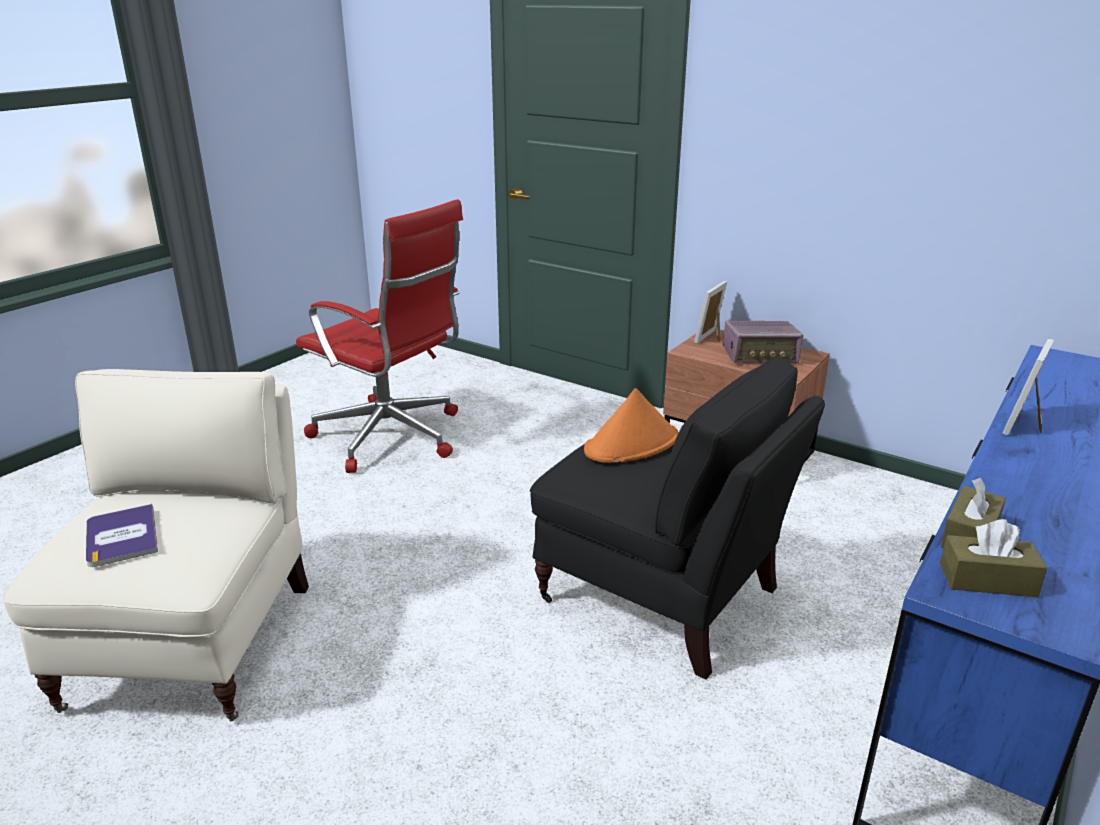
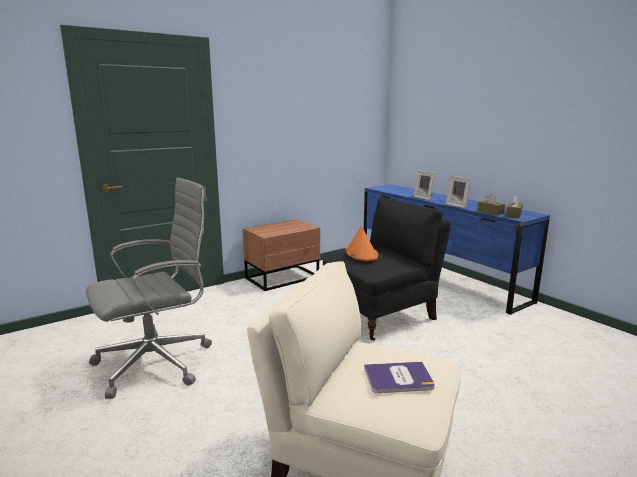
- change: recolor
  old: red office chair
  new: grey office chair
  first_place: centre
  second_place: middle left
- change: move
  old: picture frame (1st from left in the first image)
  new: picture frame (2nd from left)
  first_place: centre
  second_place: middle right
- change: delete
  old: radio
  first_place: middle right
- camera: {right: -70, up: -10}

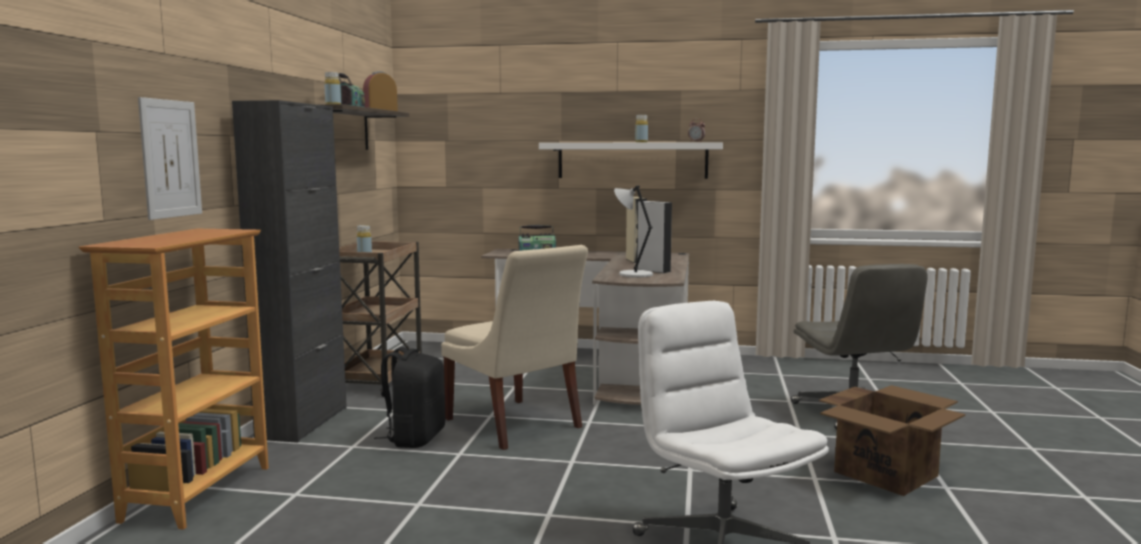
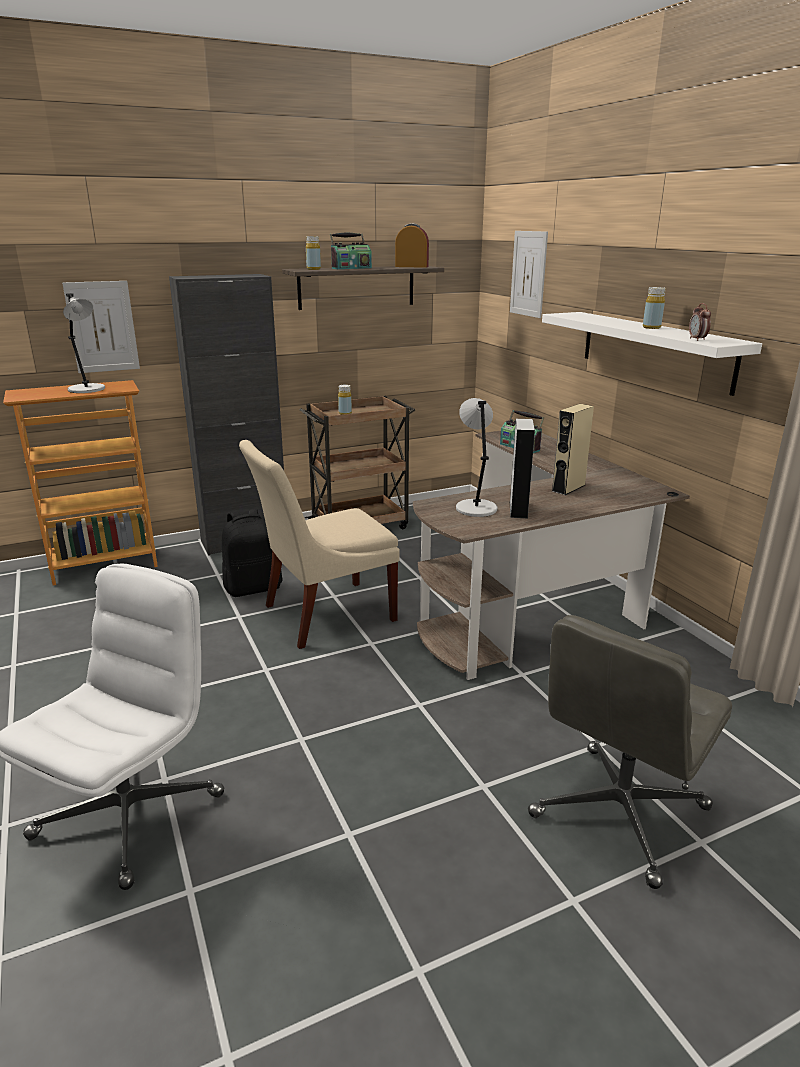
- change: insert
  new: grey table lamp (1st from left)
  second_place: top left
- change: rotate
  old: beige chair
  first_place: centre
  second_place: centre
  degrees: 45
- change: insert
  new: picture (2nd from left)
  second_place: top centre
- change: delete
  old: cardboard box
  first_place: bottom right
- camera: {right: 55, up: 15}

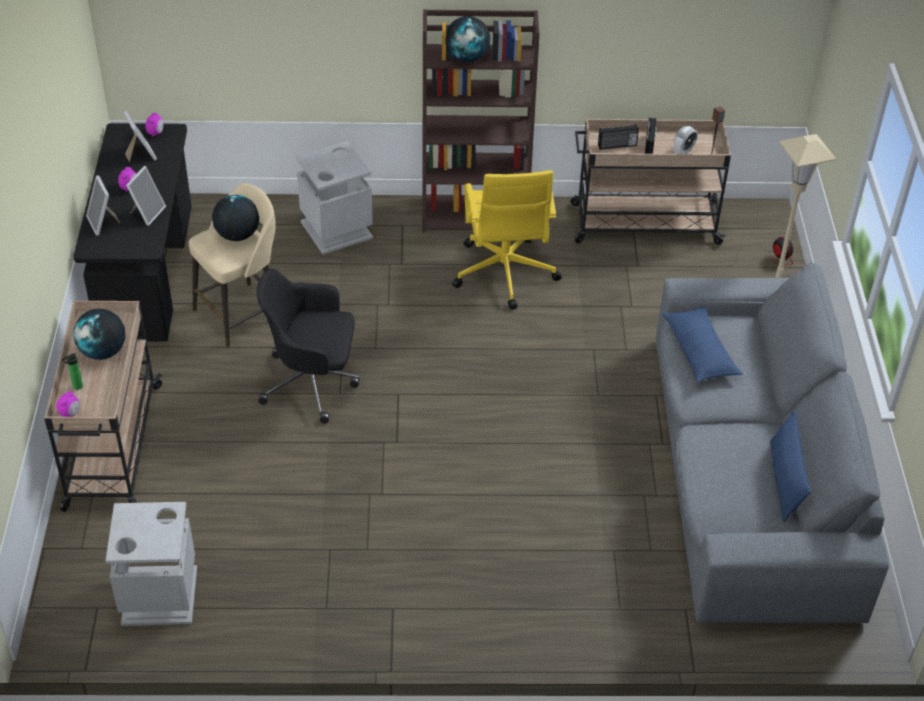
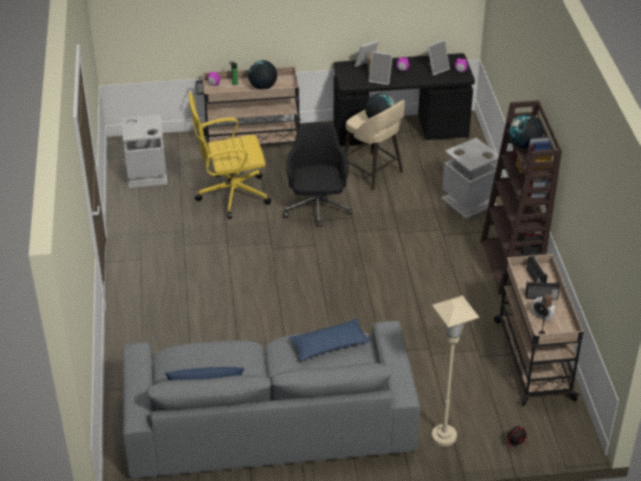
- change: move
  old: yellow office chair
  first_place: centre
  second_place: top centre
- camera: {right: 85, up: -5}

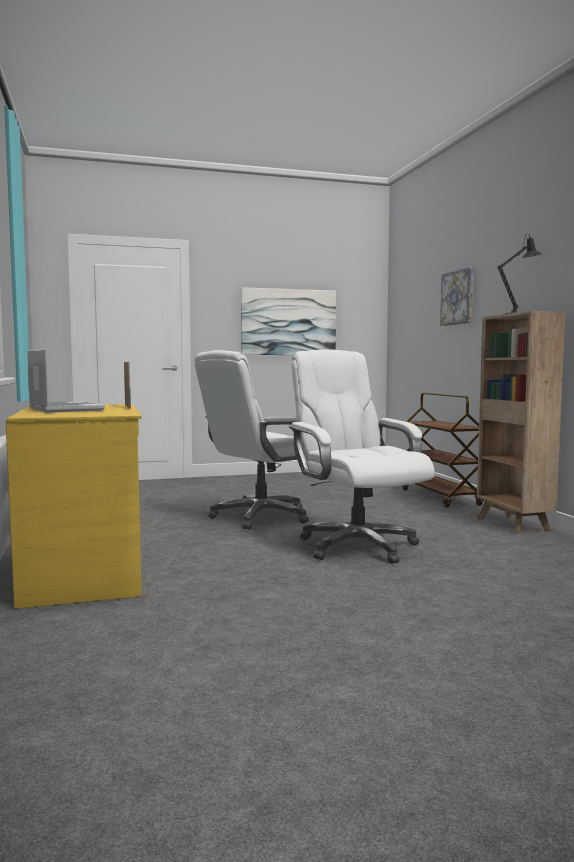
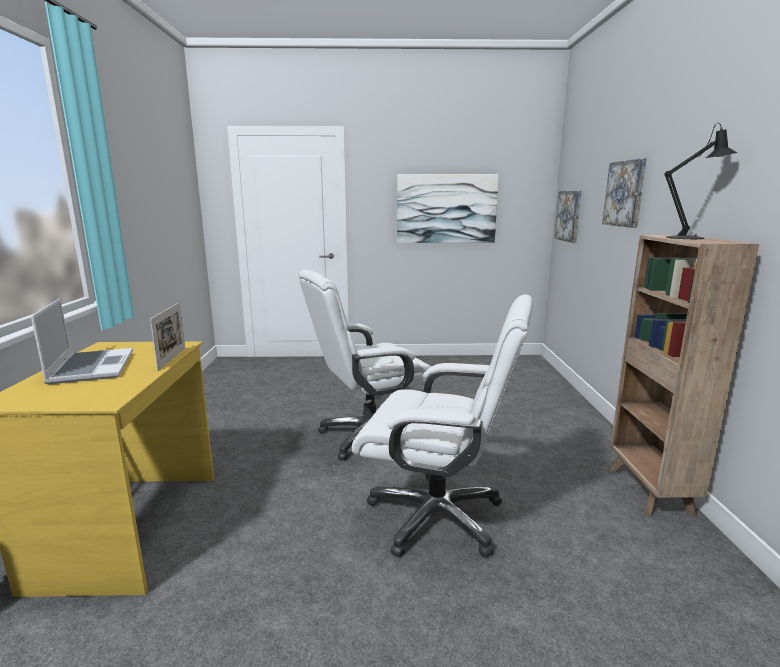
- change: rotate
  old: white office chair (2nd from left)
  first_place: centre
  second_place: centre
  degrees: 120
- change: insert
  new: picture (2nd from left)
  second_place: top right
- change: delete
  old: brown cart
  first_place: middle right
- camera: {right: 15, up: 10}

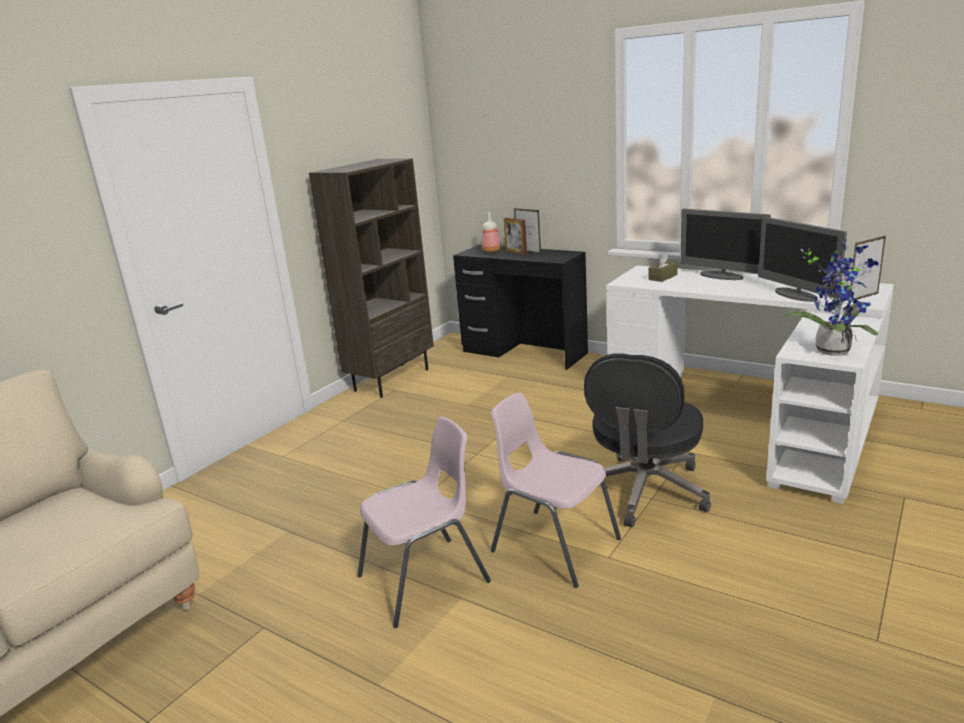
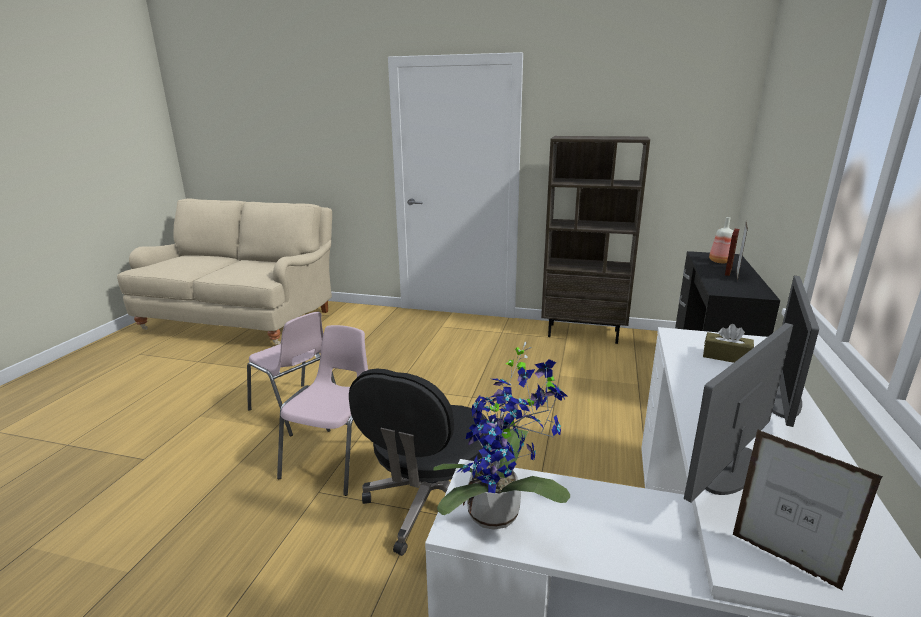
- change: rotate
  old: black office chair
  first_place: middle right
  second_place: bottom centre
  degrees: -75
- camera: {right: 70, up: 0}

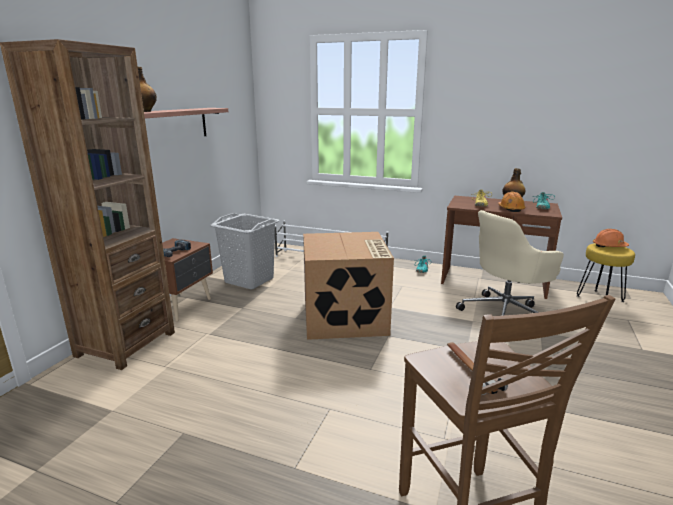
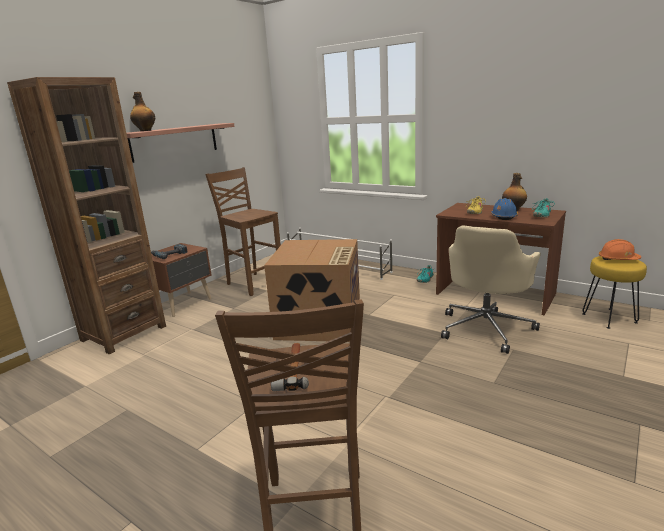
- change: replace
  old: grey laundry basket
  new: brown stool (1st from left)
  first_place: centre
  second_place: centre
- change: rotate
  old: beige office chair
  first_place: middle right
  second_place: middle right
  degrees: -45
- change: recolor
  old: orange hard hat (1st from left)
  new: blue hard hat
  first_place: middle right
  second_place: middle right
- camera: {right: 15, up: 0}

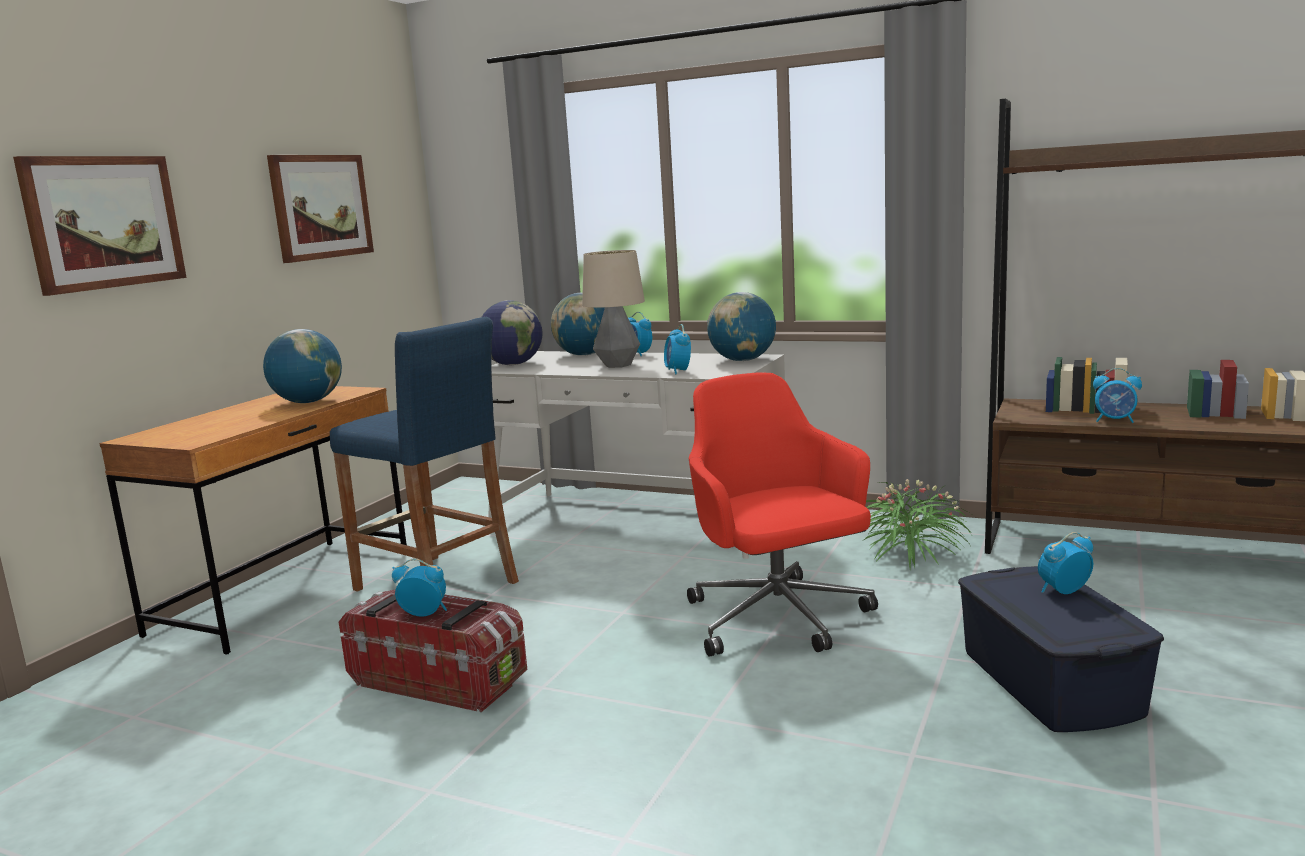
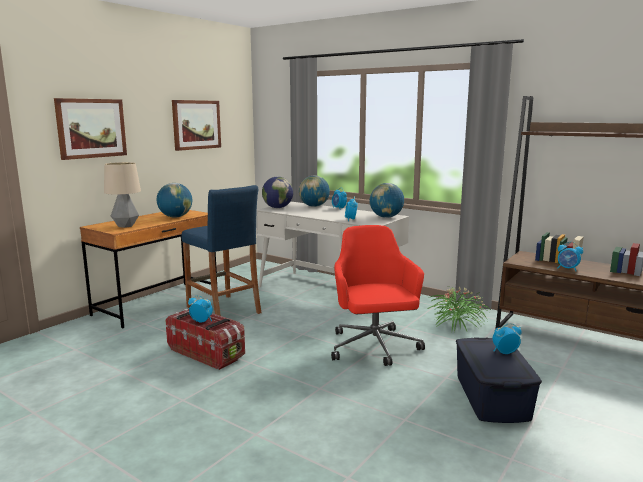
- change: move
  old: table lamp
  first_place: centre
  second_place: middle left
- camera: {right: 10, up: 0}

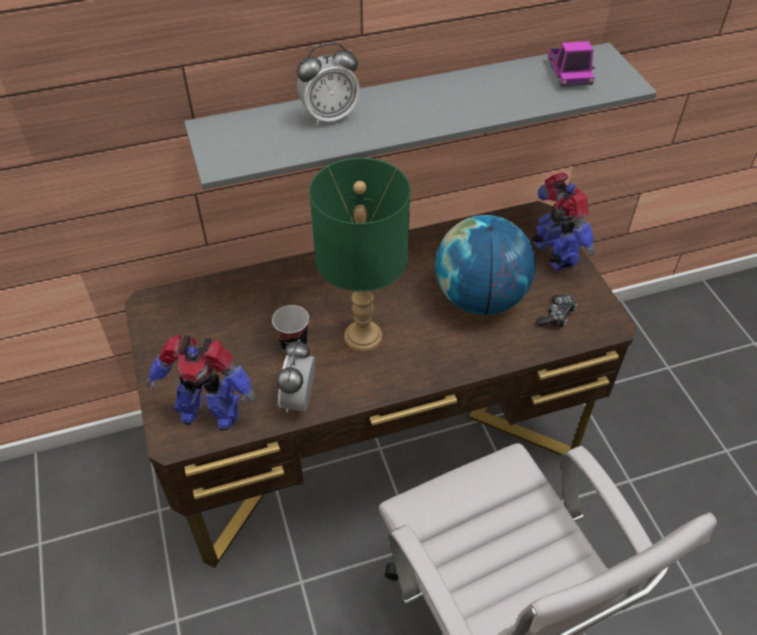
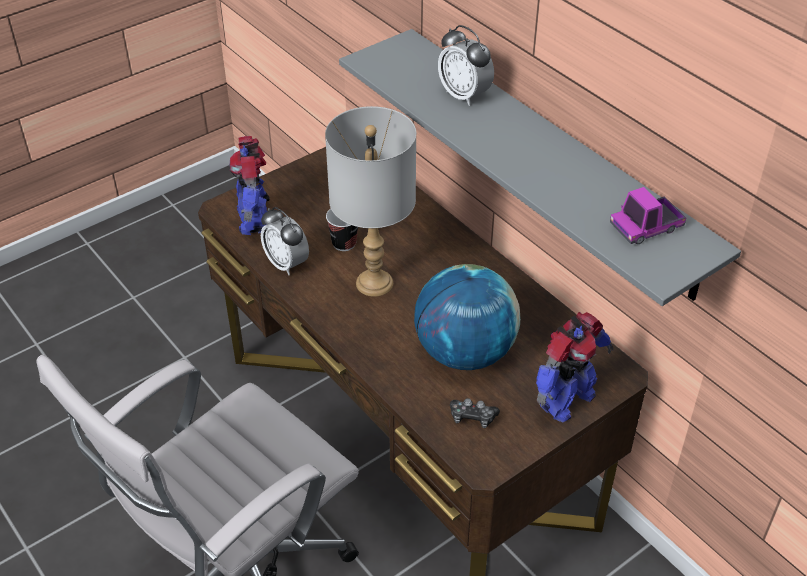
- change: rotate
  old: alarm clock (1st from left)
  first_place: centre
  second_place: centre
  degrees: -120
- change: recolor
  old: green table lamp
  new: grey table lamp
  first_place: centre
  second_place: centre
- camera: {right: 70, up: -5}

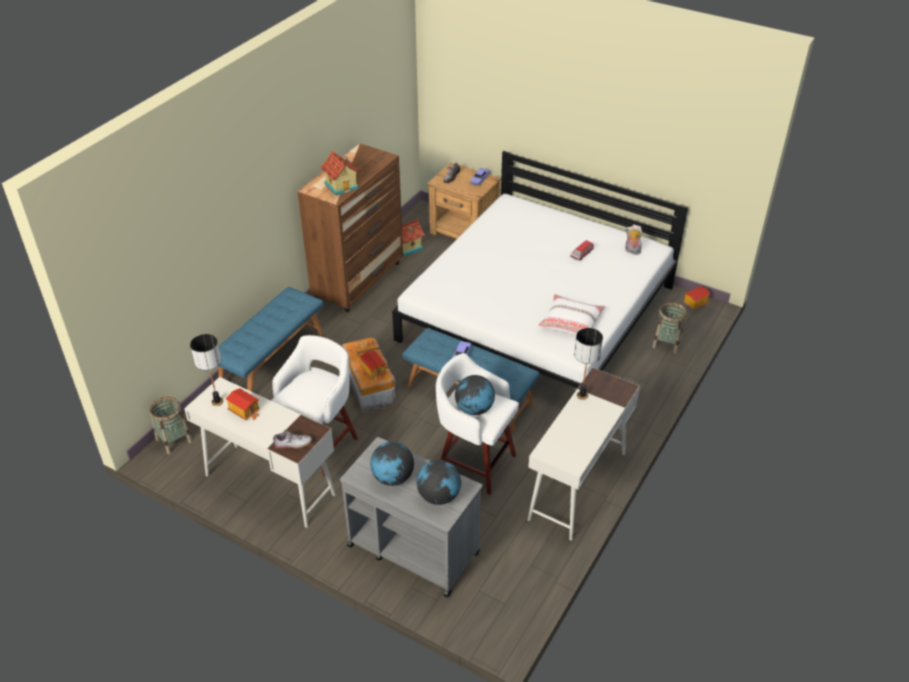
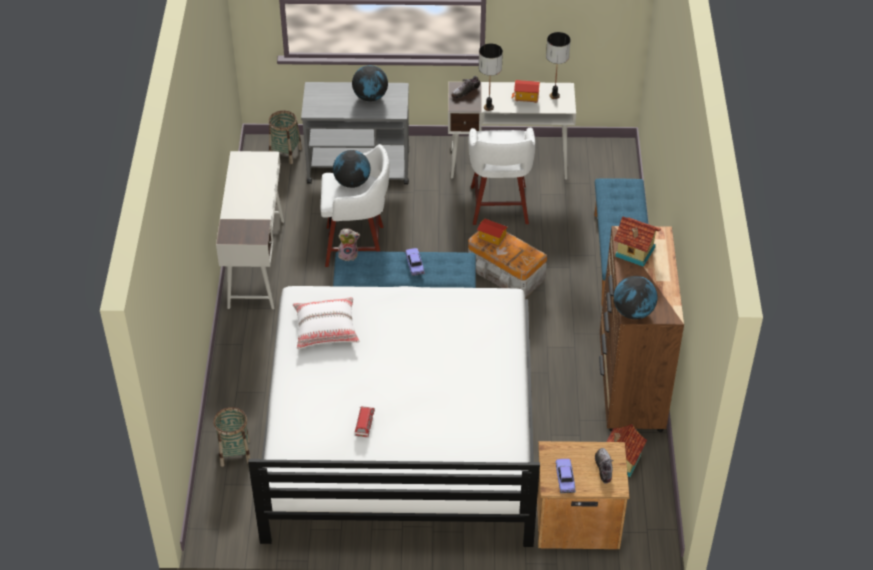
- change: move
  old: basket (1st from left in the first image)
  new: basket (2nd from left)
  first_place: middle left
  second_place: top left
- change: move
  old: plush toy
  first_place: middle right
  second_place: centre
- change: move
  old: table lamp (2nd from left in the first image)
  new: table lamp (1st from left)
  first_place: centre
  second_place: top centre
- change: move
  old: globe (2nd from left in the first image)
  new: globe (3rd from left)
  first_place: bottom centre
  second_place: middle right
- change: delete
  old: toy house (5th from left)
  first_place: middle right
- camera: {right: 150, up: 5}

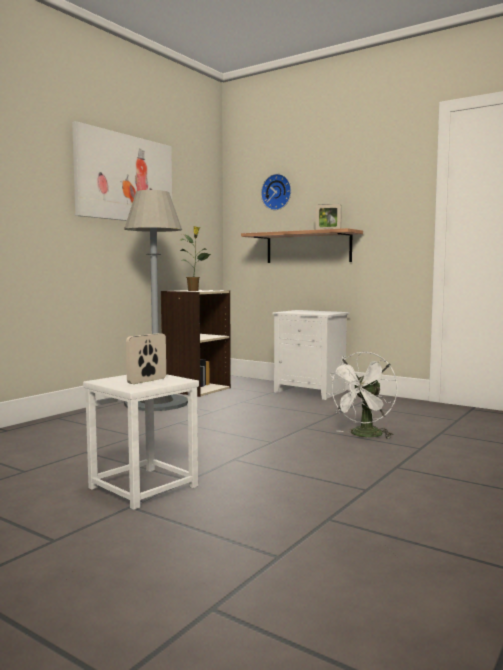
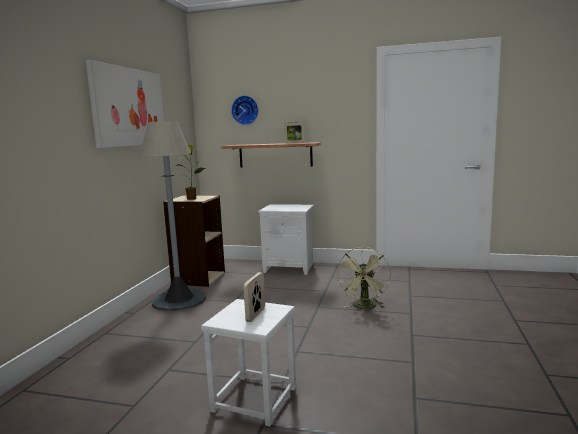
- change: recolor
  old: white fan
  new: green fan
  first_place: middle right
  second_place: centre
- camera: {right: -20, up: 5}

